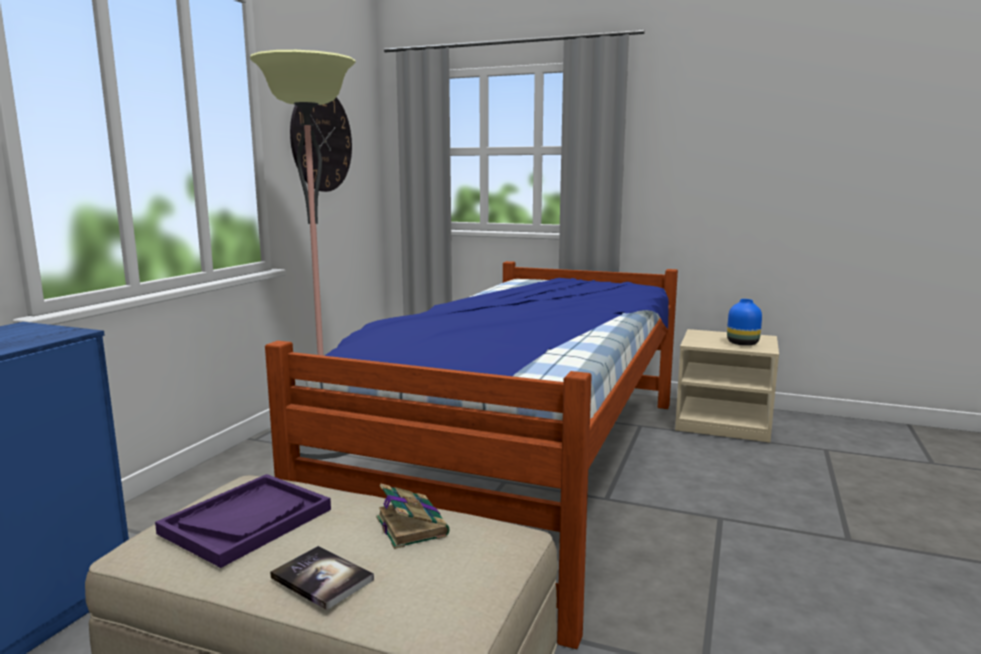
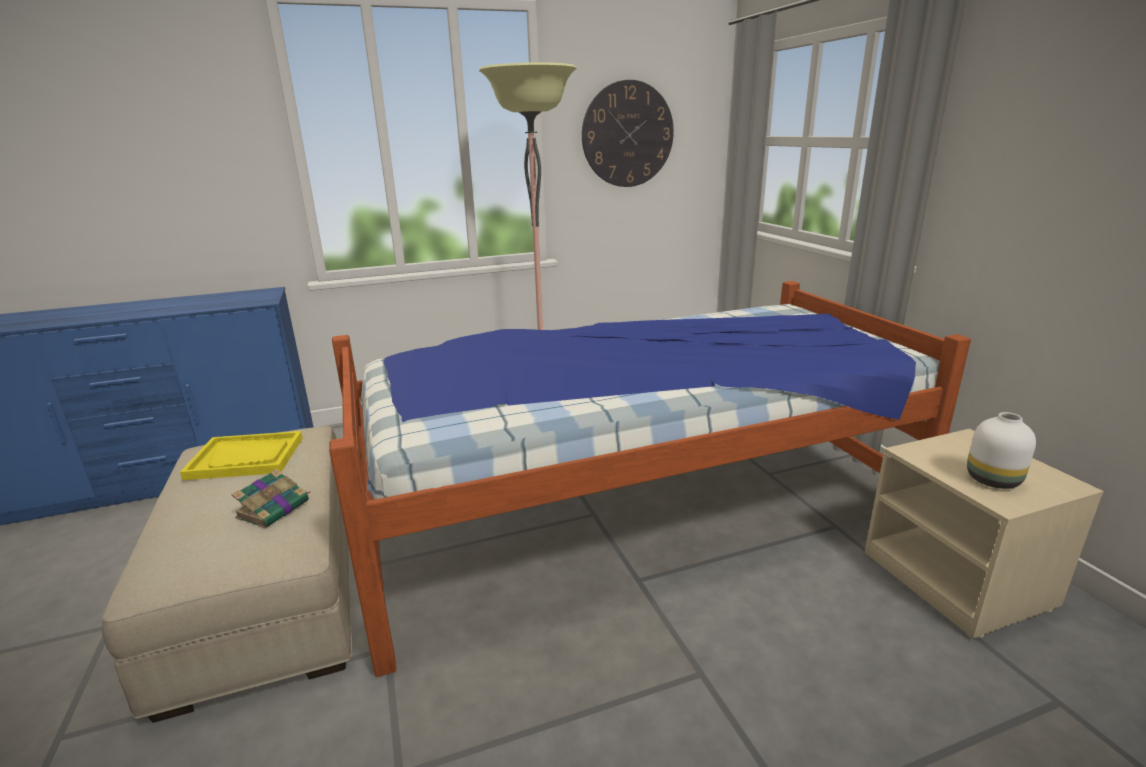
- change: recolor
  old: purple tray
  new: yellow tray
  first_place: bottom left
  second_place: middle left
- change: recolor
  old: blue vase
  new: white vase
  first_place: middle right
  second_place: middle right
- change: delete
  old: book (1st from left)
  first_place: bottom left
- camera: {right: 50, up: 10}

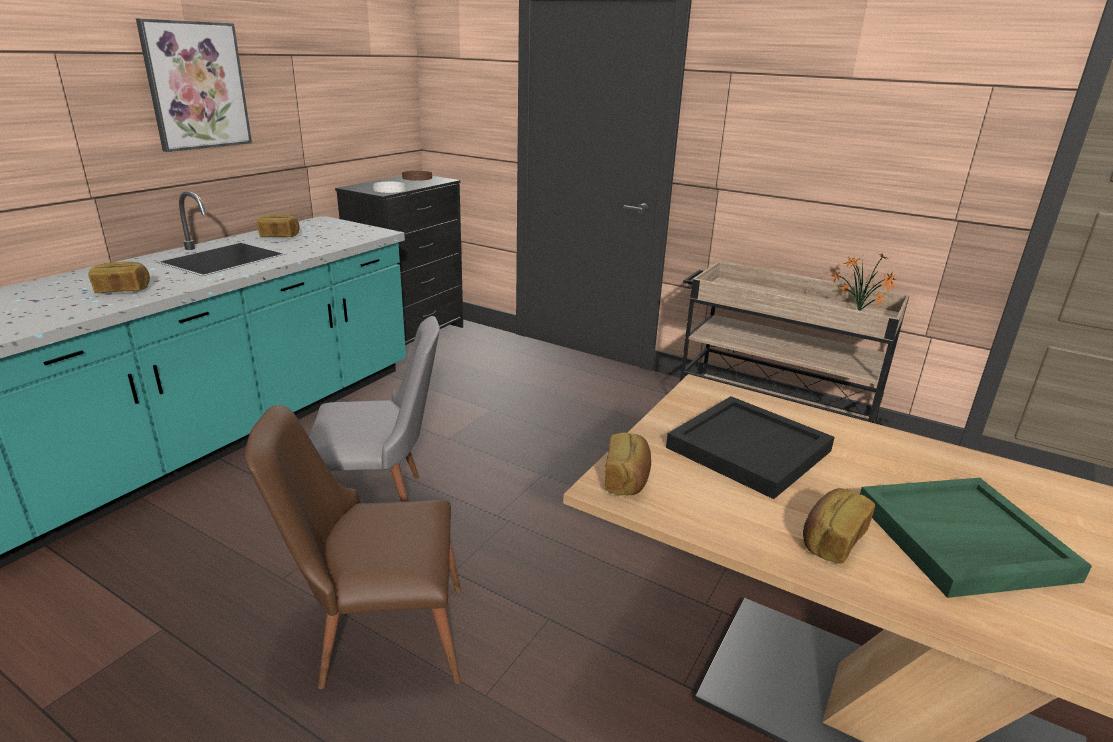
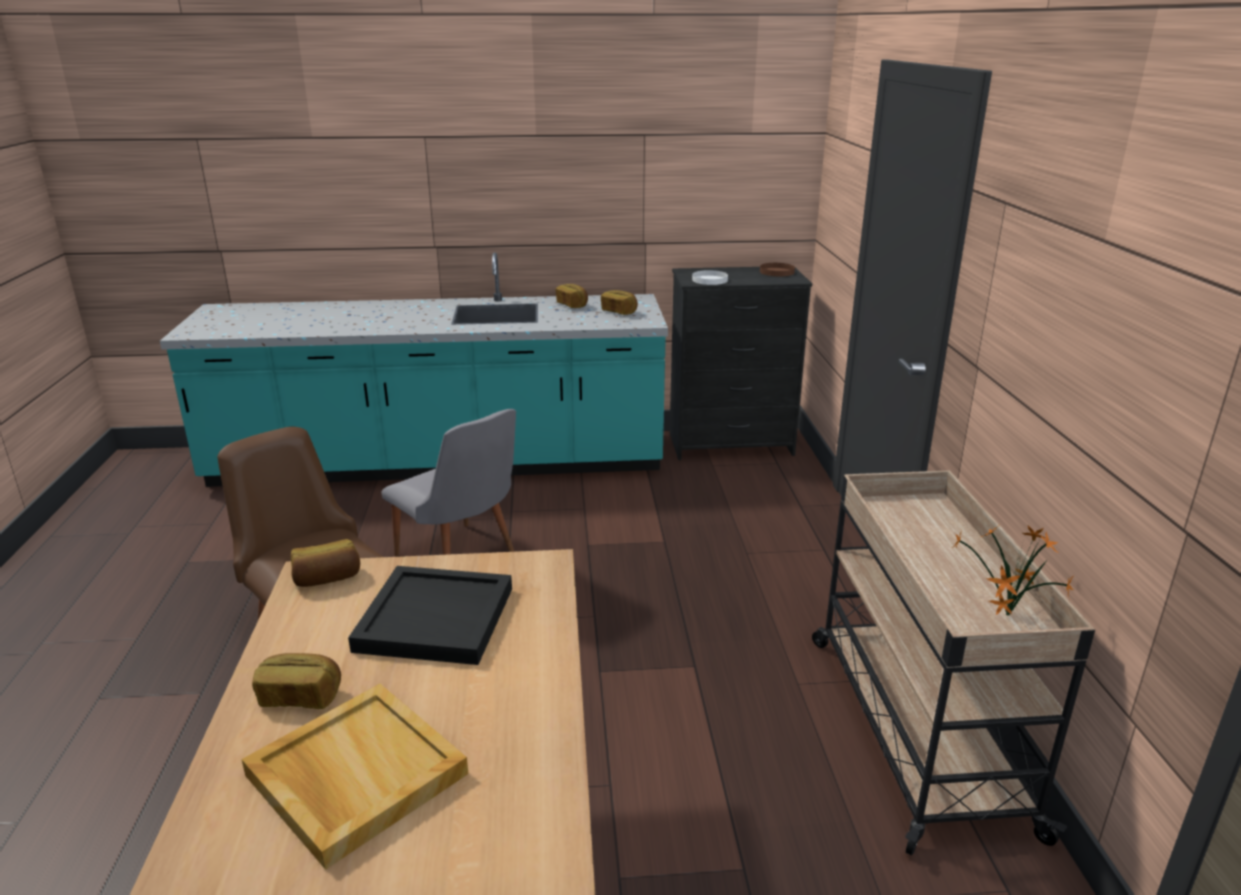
- change: recolor
  old: green tray
  new: beige tray
  first_place: bottom right
  second_place: bottom left
- change: move
  old: bread (1st from left in the first image)
  new: bread (4th from left)
  first_place: middle left
  second_place: centre
- change: delete
  old: picture
  first_place: top left
- camera: {right: 55, up: 0}

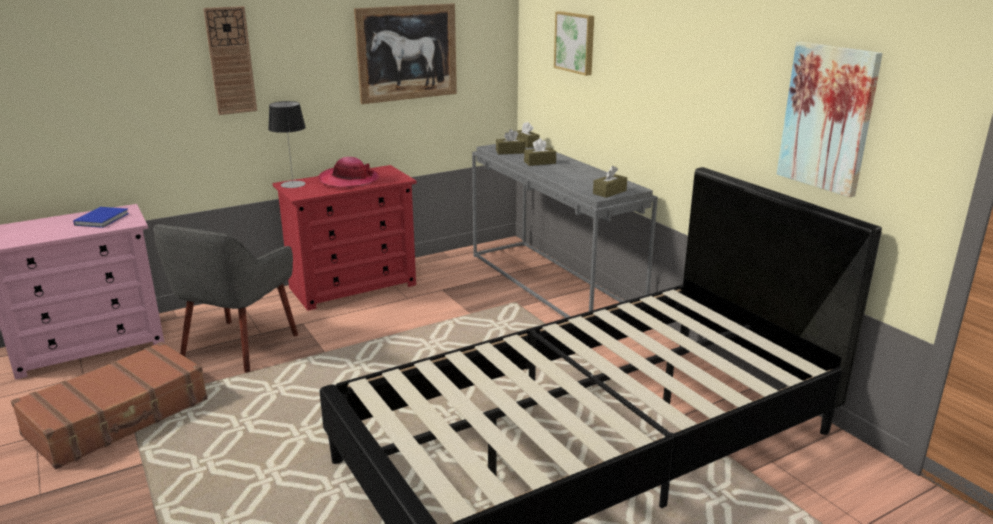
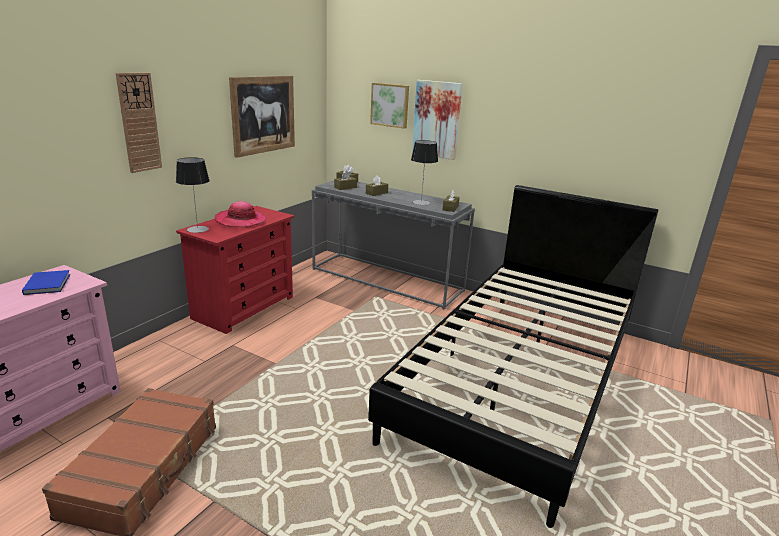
- change: insert
  new: table lamp (2nd from left)
  second_place: top centre
- change: move
  old: picture (3rd from left)
  first_place: top right
  second_place: top centre
- change: delete
  old: grey armchair
  first_place: middle left
- camera: {right: -30, up: 0}

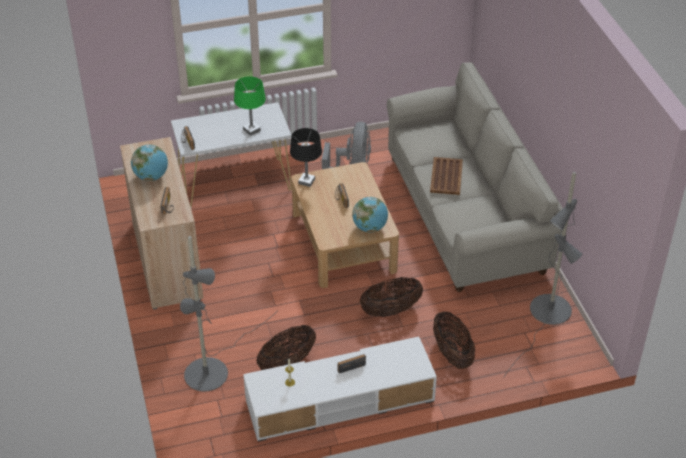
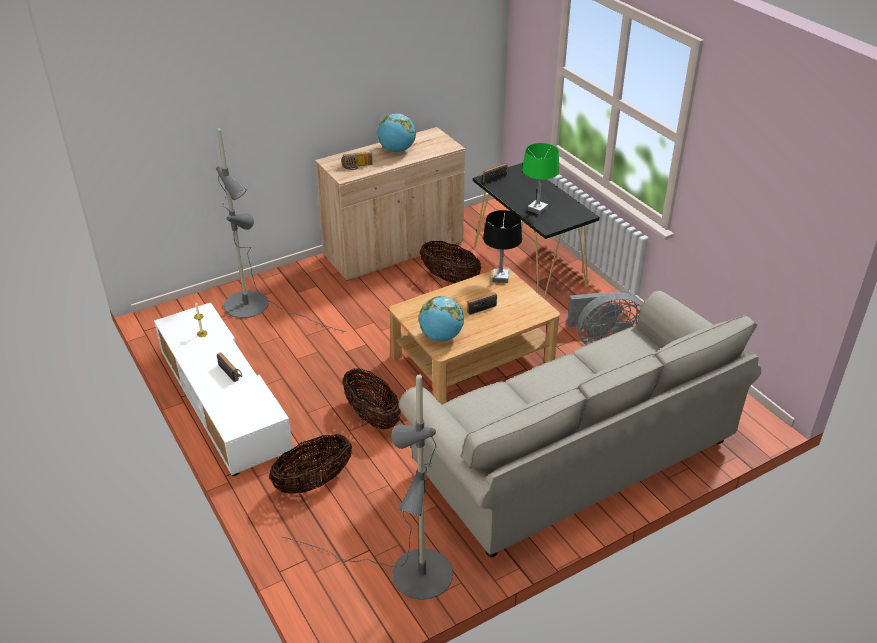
- change: move
  old: basket (1st from left in the first image)
  new: basket (3rd from left)
  first_place: bottom centre
  second_place: centre
- change: recolor
  old: white console table
  new: black console table
  first_place: centre
  second_place: centre
- change: delete
  old: brown tray
  first_place: centre
- camera: {right: 75, up: -5}

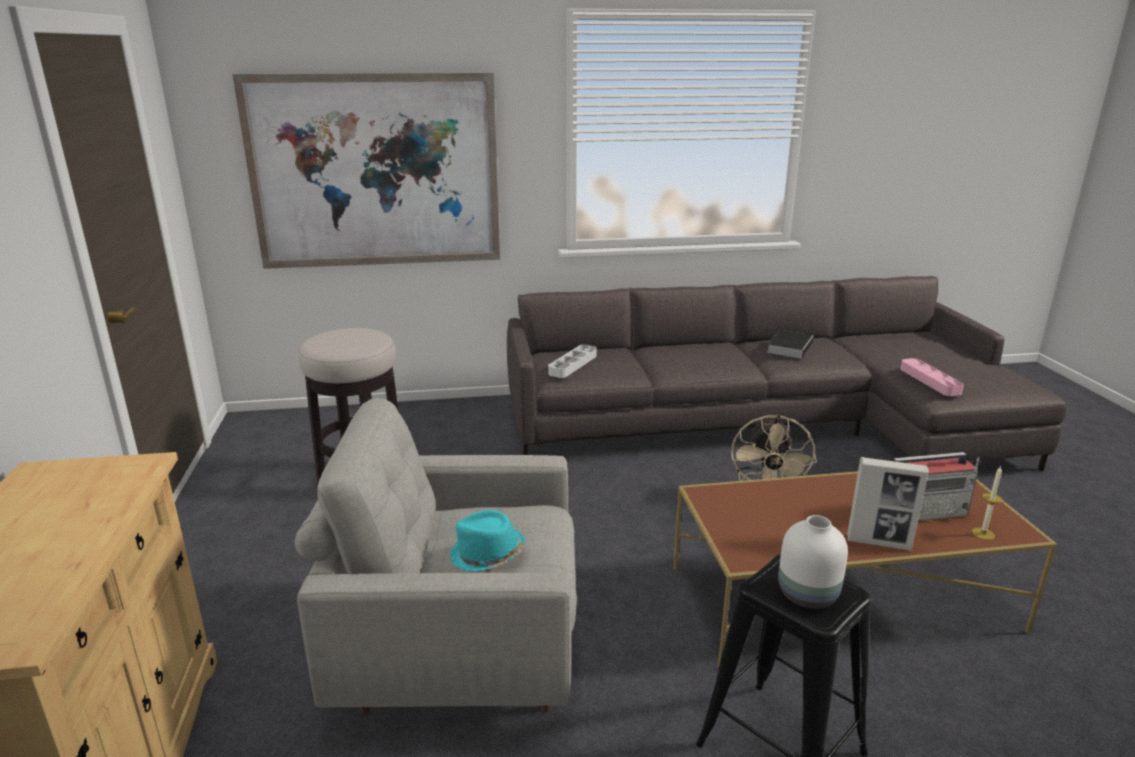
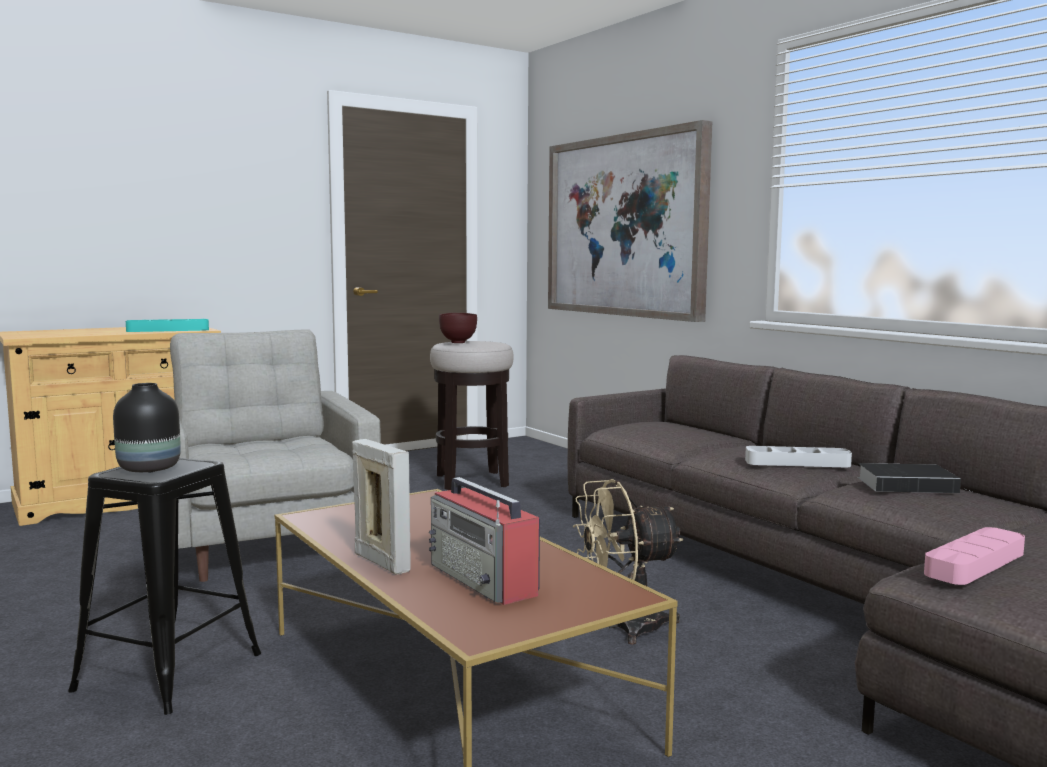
- change: recolor
  old: white vase
  new: black vase
  first_place: bottom right
  second_place: middle left
- change: insert
  new: turquoise tray
  second_place: middle left
- change: rotate
  old: picture frame
  first_place: middle right
  second_place: centre
  degrees: 150
- change: insert
  new: brown bowl
  second_place: centre
- change: move
  old: grey tray
  first_place: centre
  second_place: middle right
- change: delete
  old: turquoise hat
  first_place: bottom centre
- change: delete
  old: candle
  first_place: middle right
- camera: {right: 65, up: -15}

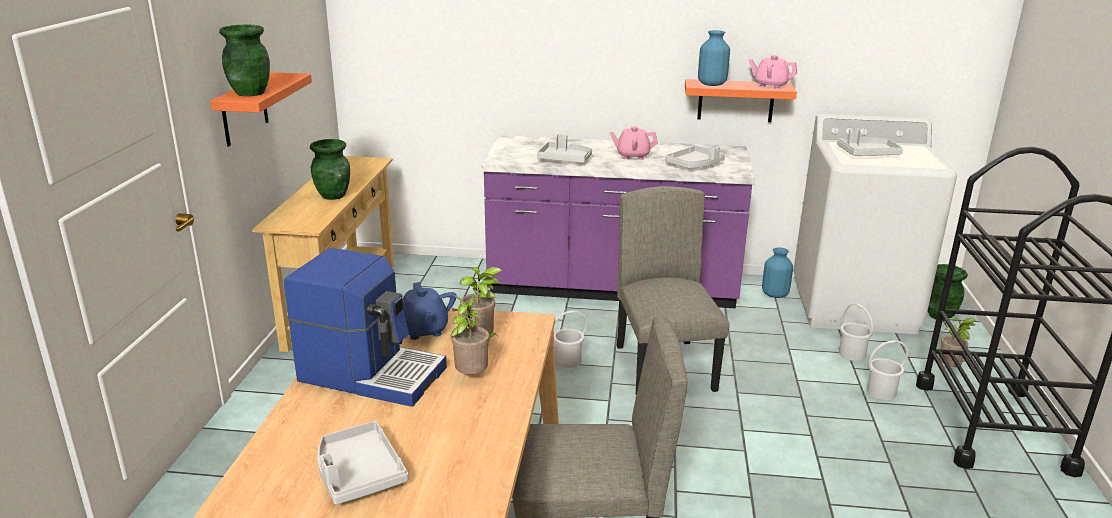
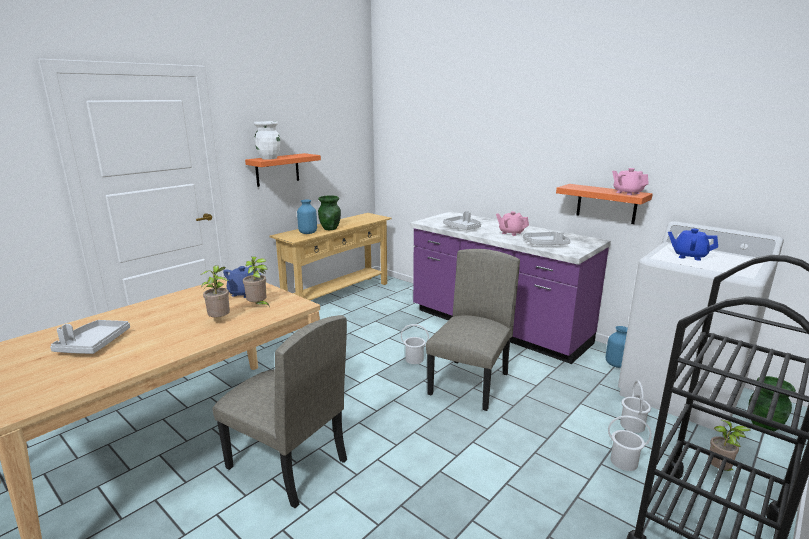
- change: recolor
  old: green vase (1st from left)
  new: white vase
  first_place: top left
  second_place: top left
- change: move
  old: blue vase (1st from left)
  first_place: top centre
  second_place: centre
- change: replace
  old: grey tray (4th from left)
  new: blue teapot (2nd from left)
  first_place: top right
  second_place: middle right
- change: delete
  old: coffee machine
  first_place: middle left
- camera: {right: 35, up: -5}

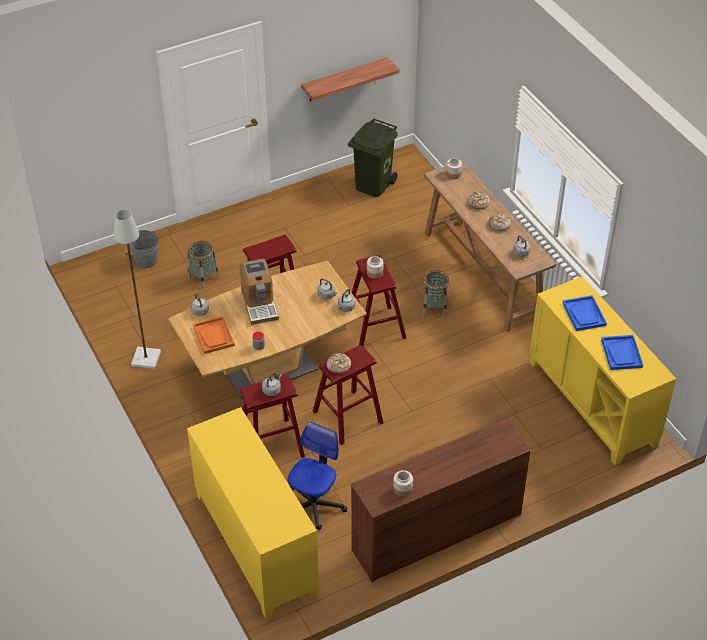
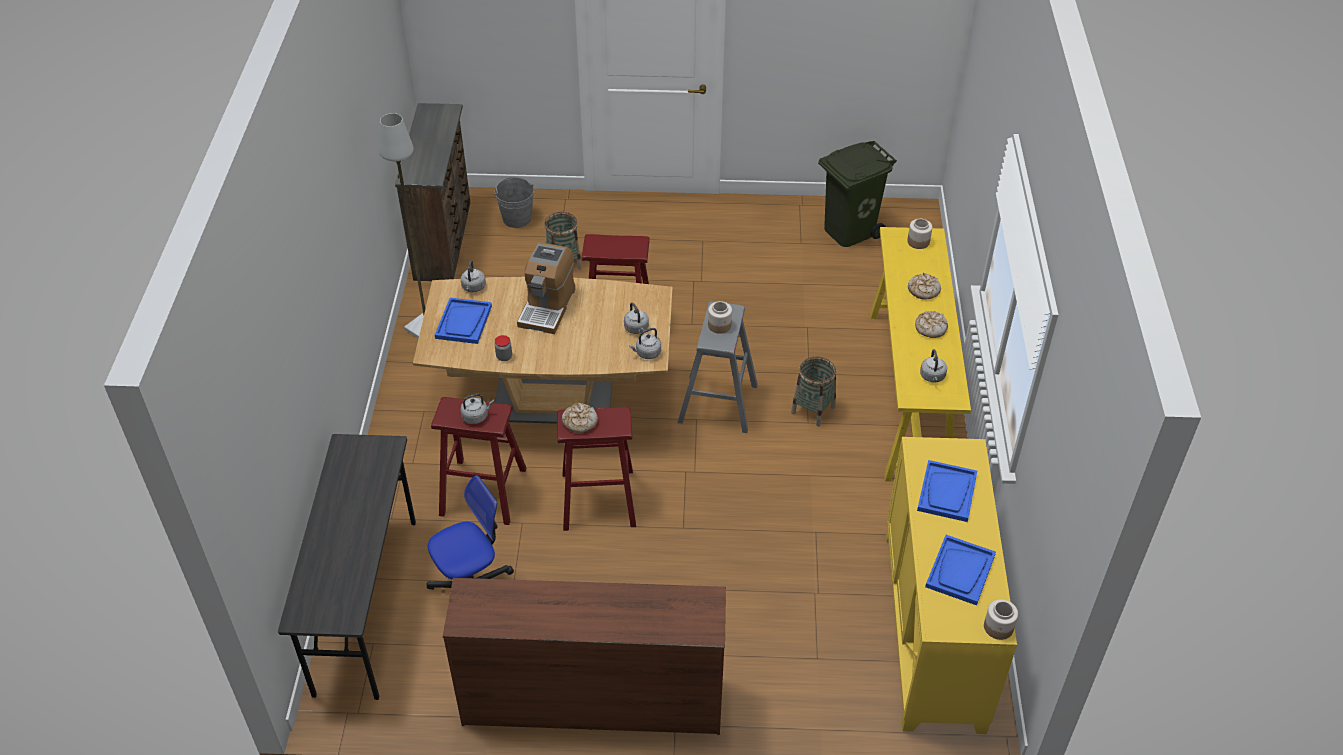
- change: replace
  old: yellow cabinet (1st from left)
  new: grey desk
  first_place: bottom centre
  second_place: bottom left
- change: insert
  new: brown dresser (1st from left)
  second_place: top left
- change: recolor
  old: orange tray
  new: blue tray (1st from left)
  first_place: middle left
  second_place: centre
- change: recolor
  old: red stool (4th from left)
  new: grey stool
  first_place: centre
  second_place: centre
- change: recolor
  old: brown console table
  new: yellow console table
  first_place: middle right
  second_place: middle right
- change: move
  old: jar (3rd from left in the first image)
  new: jar (4th from left)
  first_place: bottom centre
  second_place: bottom right
- change: delete
  old: shelf
  first_place: top centre
- camera: {right: 30, up: 0}

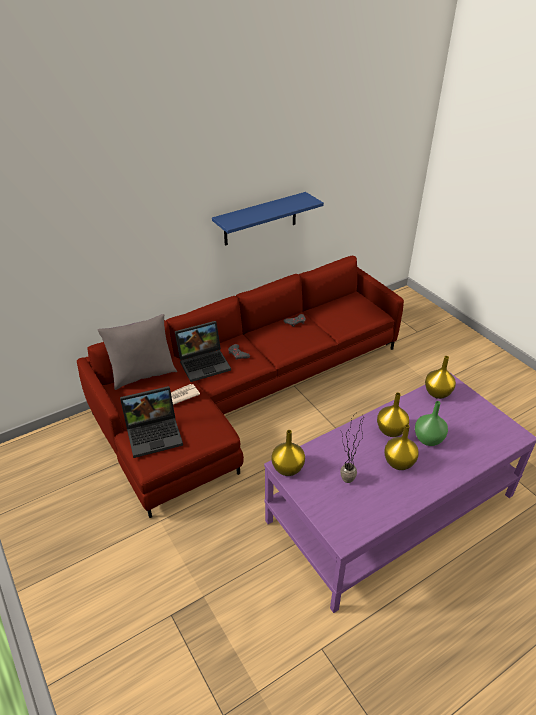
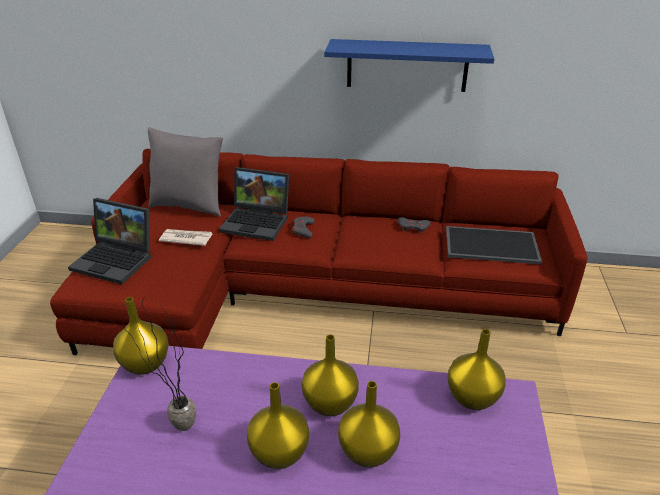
- change: recolor
  old: green vase
  new: yellow vase (4th from left)
  first_place: middle right
  second_place: bottom centre
- change: insert
  new: tray
  second_place: middle right
- camera: {right: 40, up: -5}

